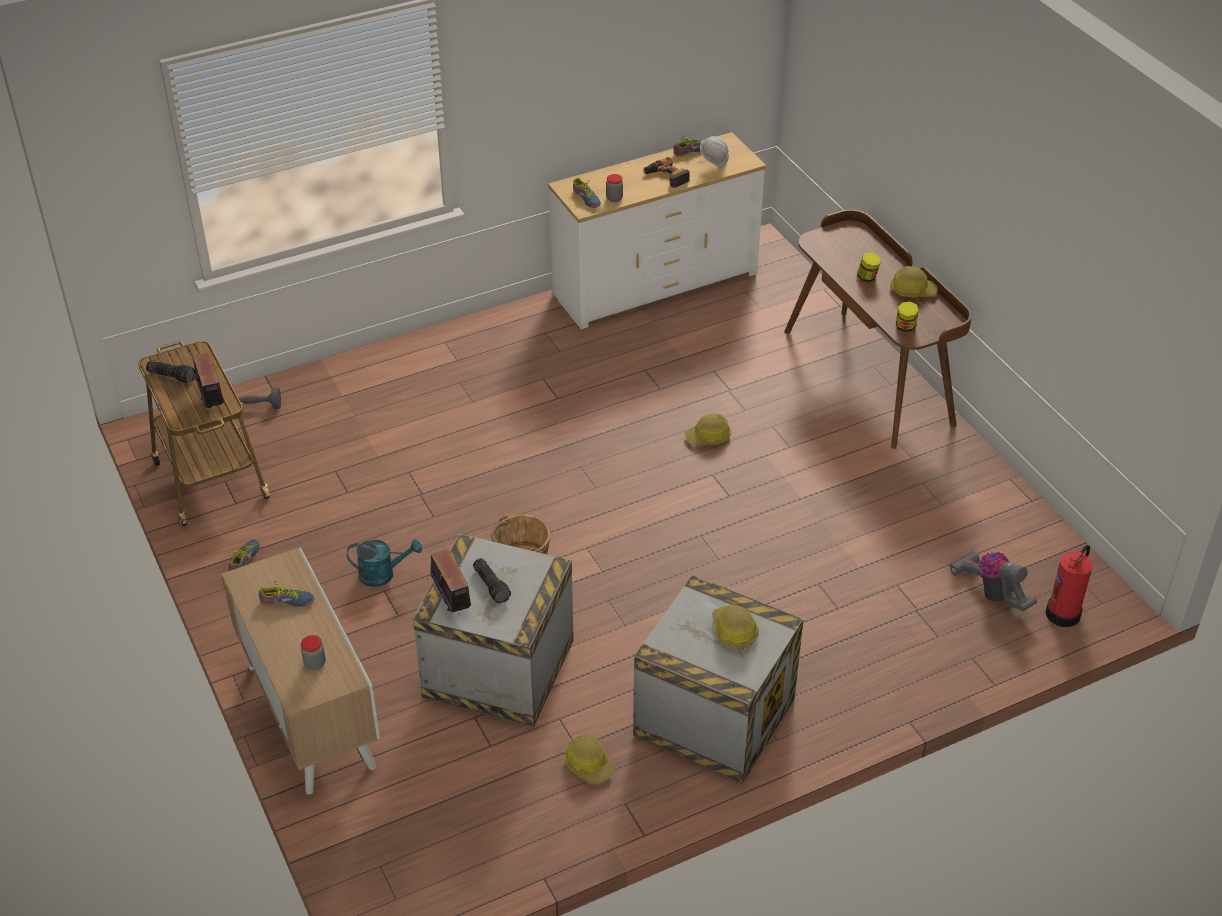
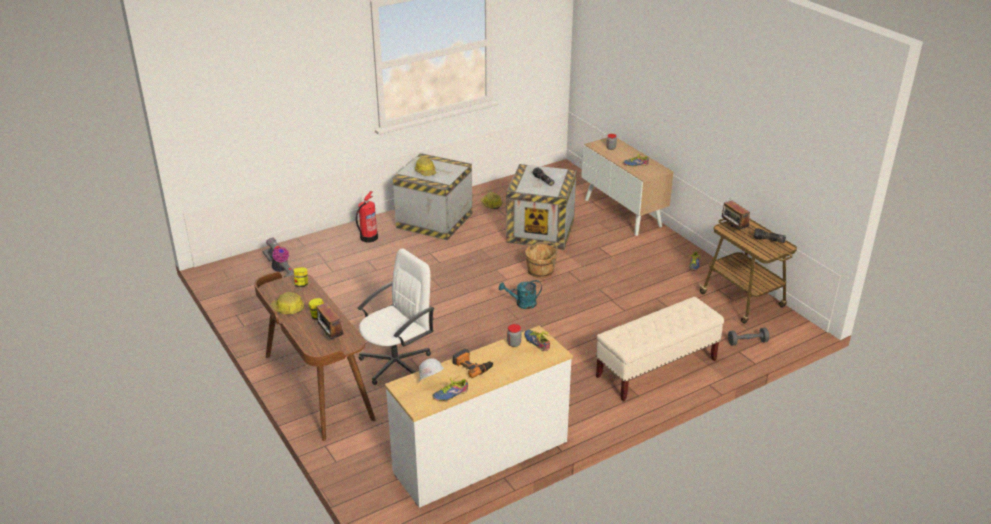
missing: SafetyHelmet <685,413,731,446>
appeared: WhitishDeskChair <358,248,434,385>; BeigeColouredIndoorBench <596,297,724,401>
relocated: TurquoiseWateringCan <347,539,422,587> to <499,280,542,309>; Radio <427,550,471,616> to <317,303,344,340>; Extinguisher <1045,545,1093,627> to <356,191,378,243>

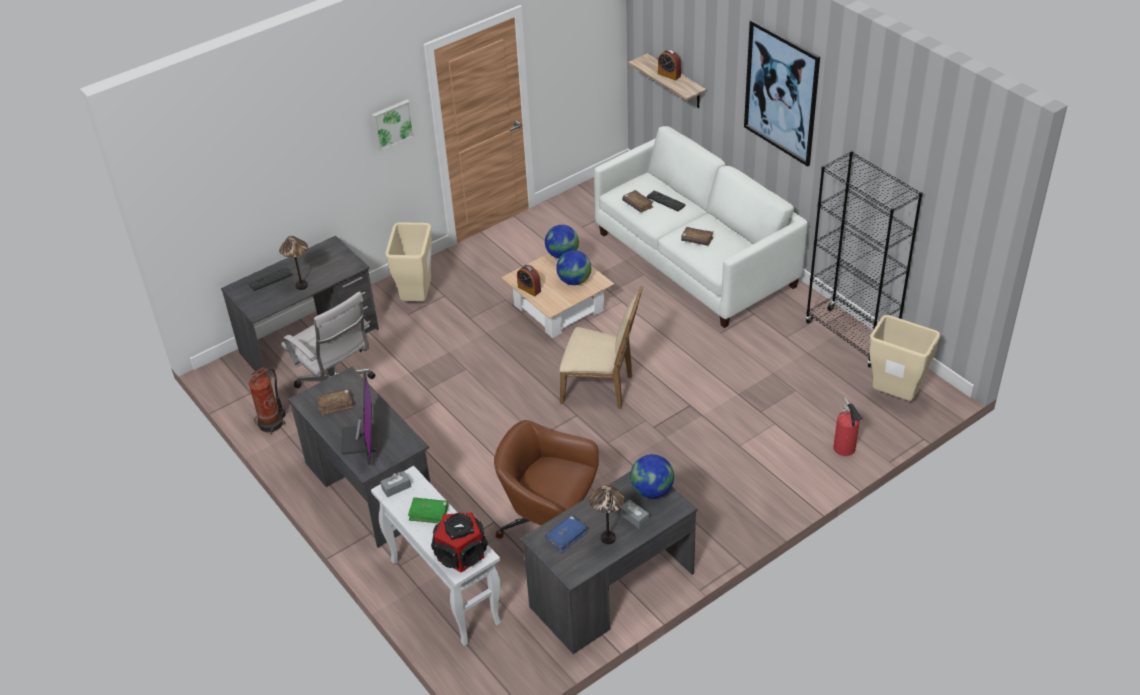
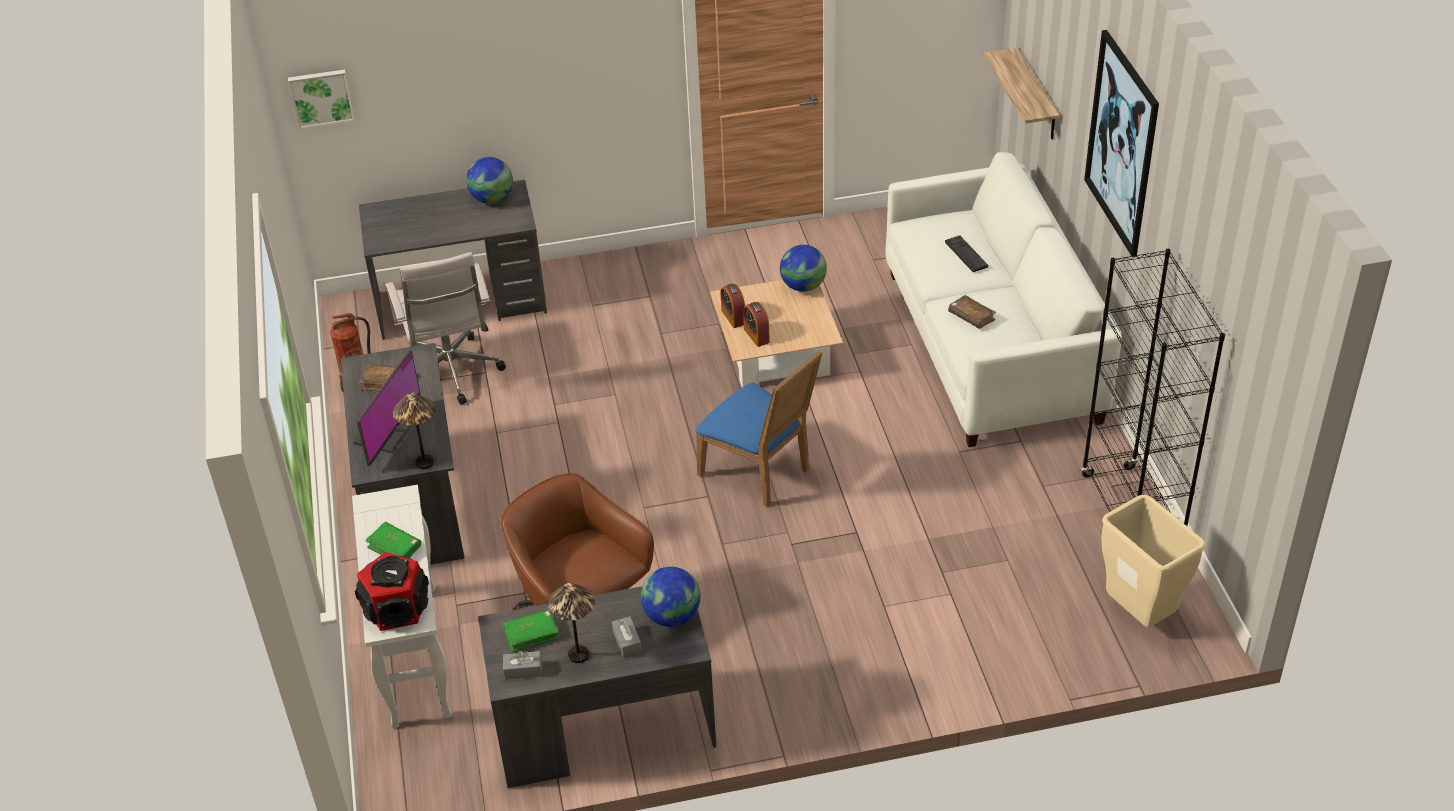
missing: PcKeyboard <248,267,293,291>; BeigeColouredRubbishBin <385,222,432,301>; BrownishBook <622,190,653,212>; Extinguisher <833,397,863,456>
relocated: TableLamp <279,236,308,290> to <393,392,435,469>; WallPicture <372,100,415,151> to <288,70,355,129>; GreyishBoxOfTissues <380,471,411,497> to <503,651,542,680>; WorldGlobe <556,250,591,285> to <466,157,513,204>; TableClock <658,50,681,81> to <743,302,770,347>
colour: BlueColouredBook <545,515,588,553> to GreenColouredBook <503,609,559,653>; BeigeColouredChair <559,286,643,409> to BlueColouredChair <696,350,822,507>

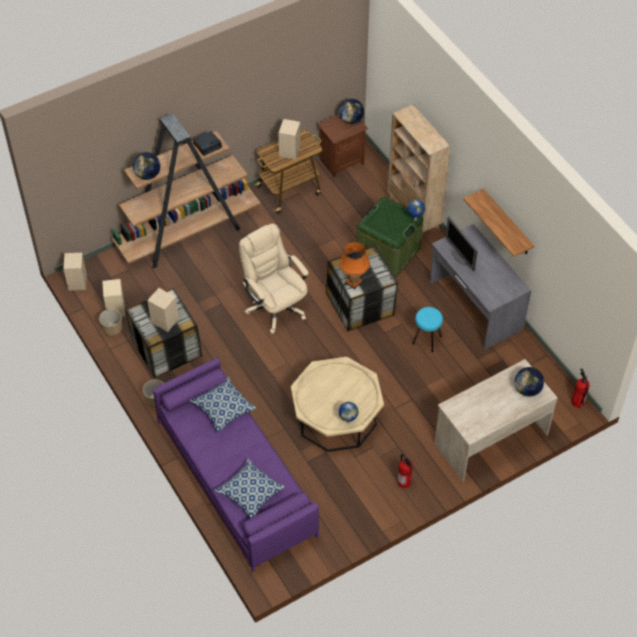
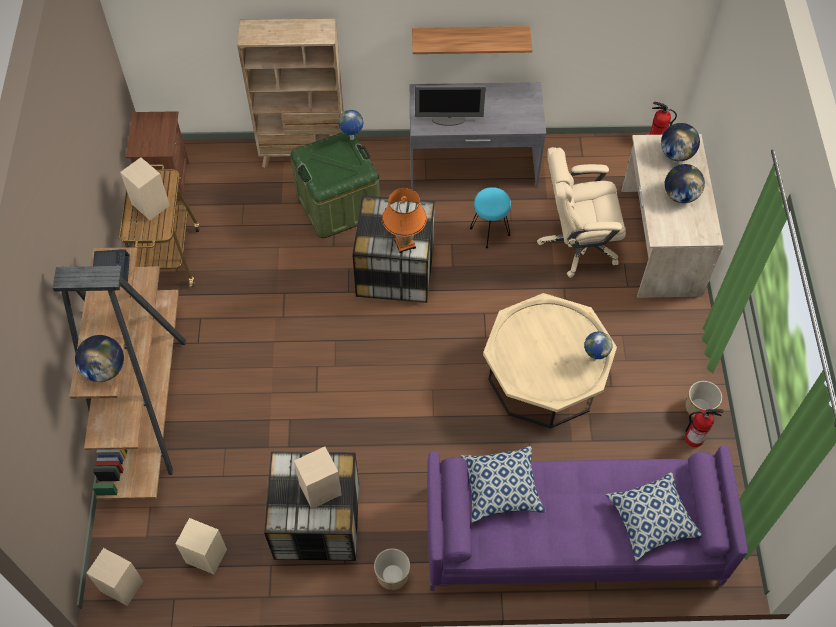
relocated: PlantPot <99,309,122,336> to <685,381,722,418>; BeigeColouredDeskChair <239,223,309,334> to <537,147,626,278>; WorldGlobe <339,99,364,124> to <665,164,705,203>; Extinguisher <397,454,413,488> to <683,409,724,447>

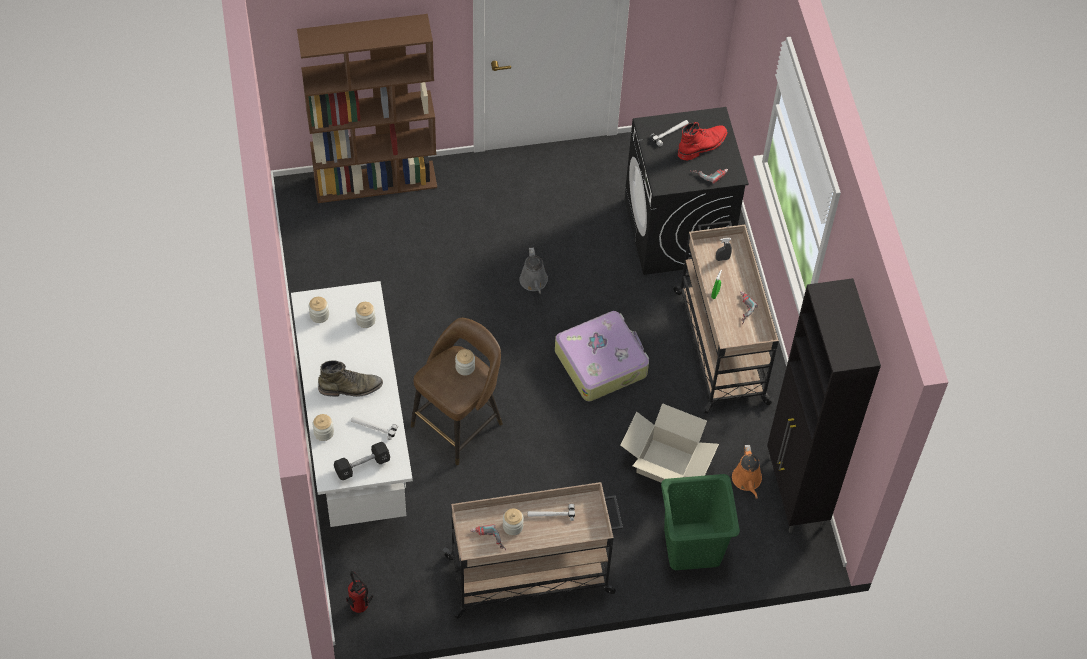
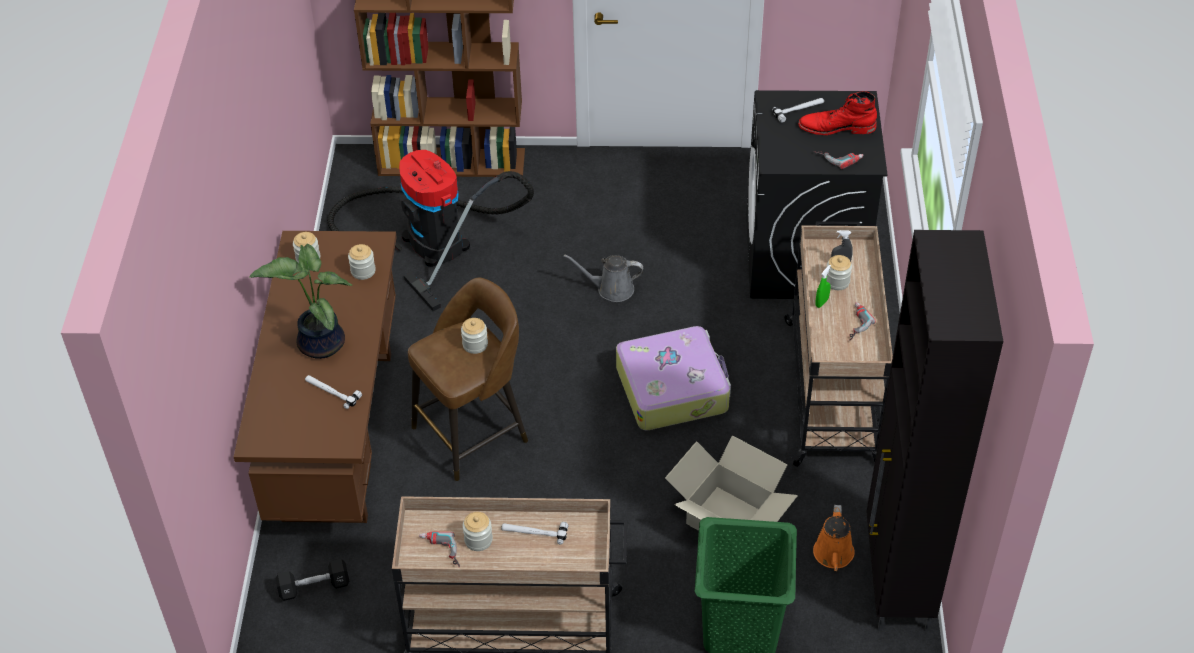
missing: Extinguisher <346,571,373,613>
appeared: Hoover <327,150,534,311>
relocated: Jar <313,414,334,441> to <826,255,852,290>; BlackishFreeWeight <334,442,390,480> to <276,559,349,601>
exchanged: GreenColouredTallBoot <318,360,383,397> to PottedPlant <249,244,352,359>
colour: WhitishDeskTable <291,281,413,527> to BrownishDeskTable <234,231,397,523>
spun: GreyishWateringCan <519,247,548,294> = <564,254,643,302> 90 degrees clockwise; RedColouredTallBoot <678,122,727,160> = <798,91,877,135> 150 degrees counterclockwise

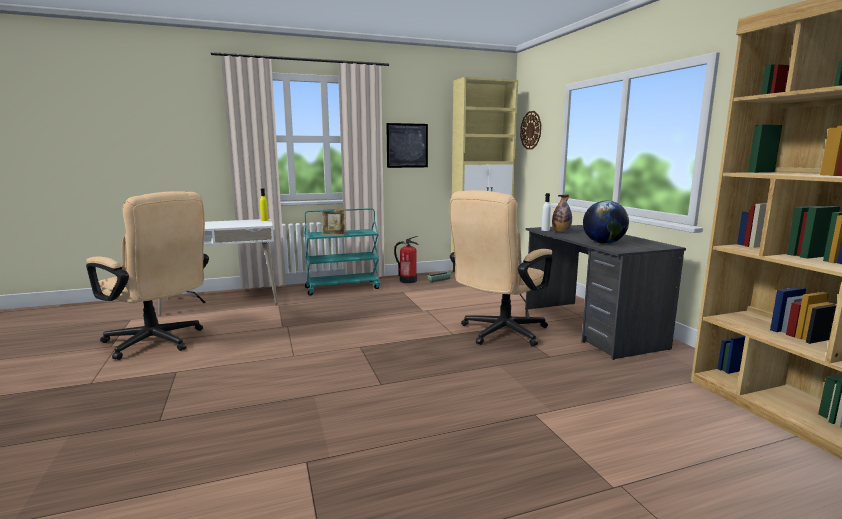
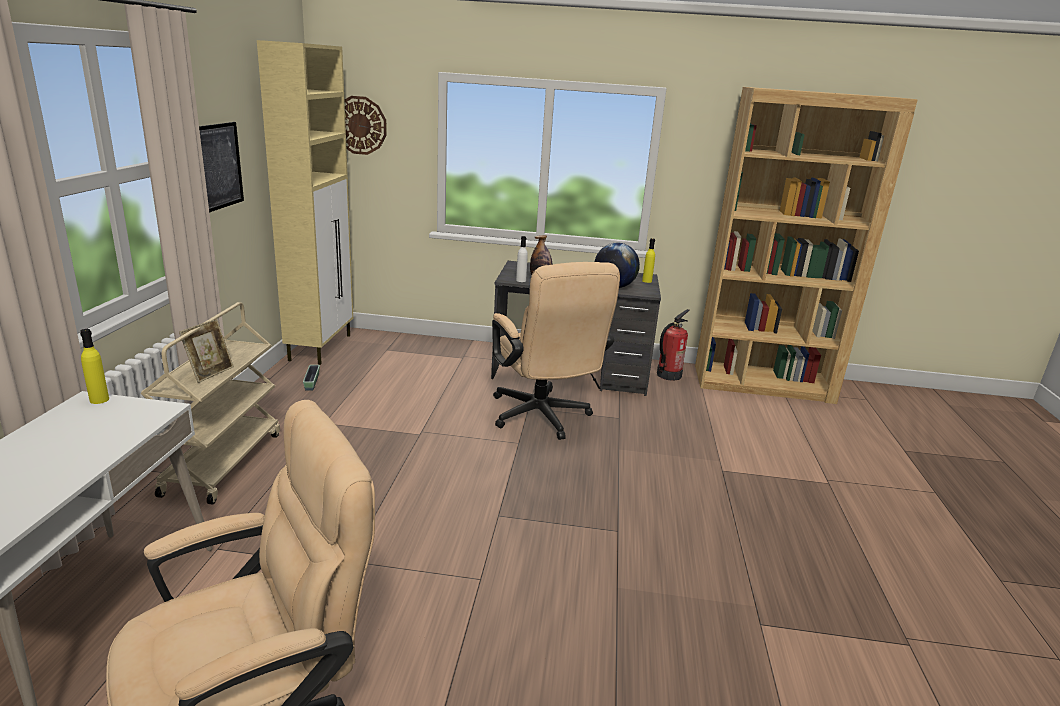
appeared: YellowColouredBottle <642,238,655,283>
relocated: Extinguisher <394,236,418,283> to <657,309,689,381>
colour: TurquoiseCart <304,208,380,295> to BeigeColouredCart <140,302,280,504>

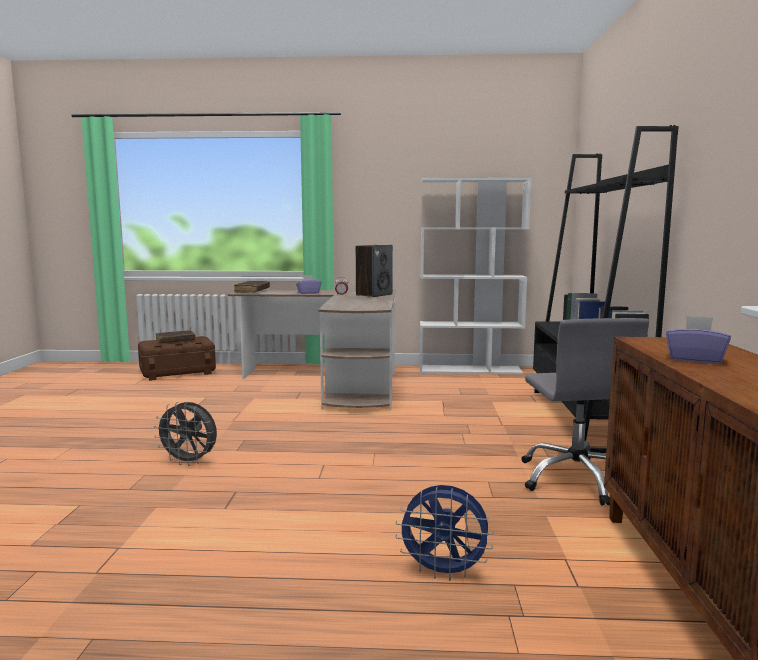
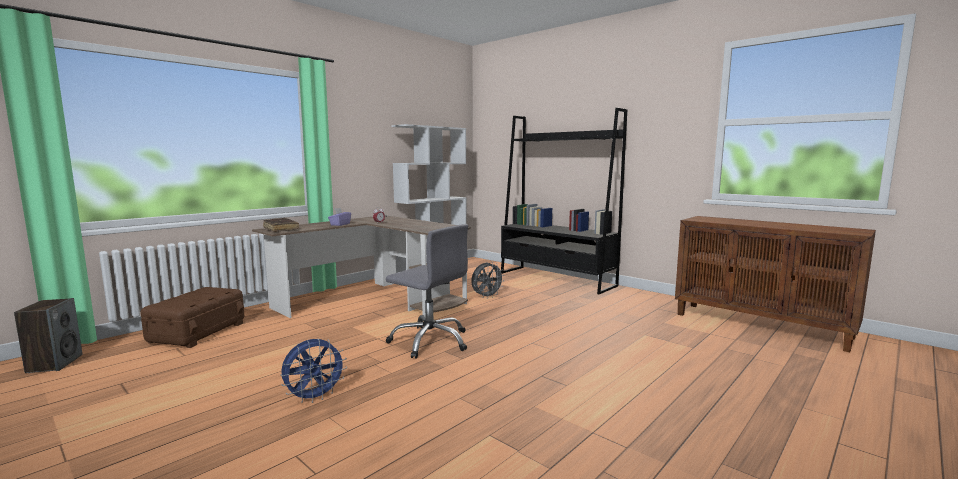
missing: BrownishBook <155,330,195,344>; PurpleColouredBoxOfTissues <666,316,731,364>
relocated: GreyishFan <154,402,217,466> to <472,262,505,299>; Loudspeaker <356,245,393,297> to <14,298,82,373>; BlueColouredFan <395,485,493,581> to <280,339,347,403>; GreyishDeskChair <521,318,649,506> to <386,224,468,359>

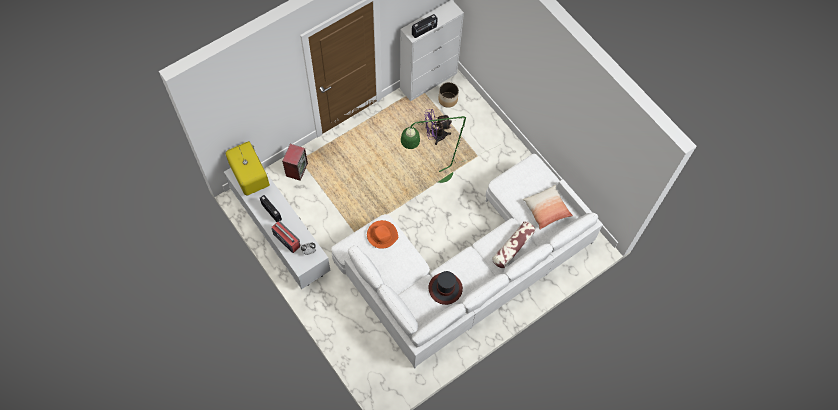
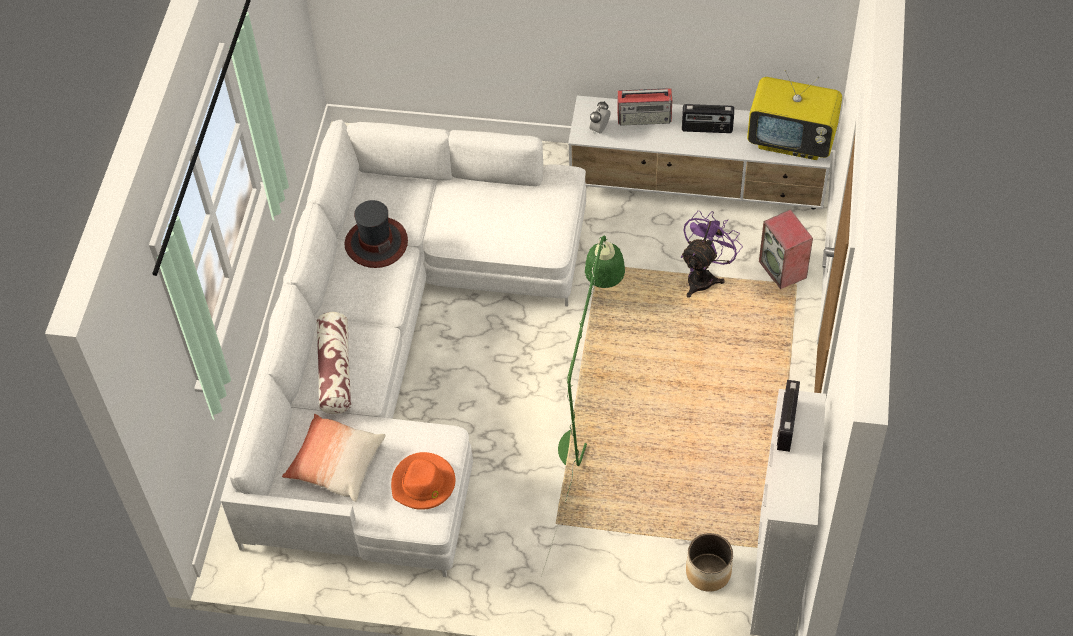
relocated: OrangeWearableHat <367,220,398,249> to <391,452,455,510>; PurpleColouredFan <424,109,452,145> to <681,211,743,298>

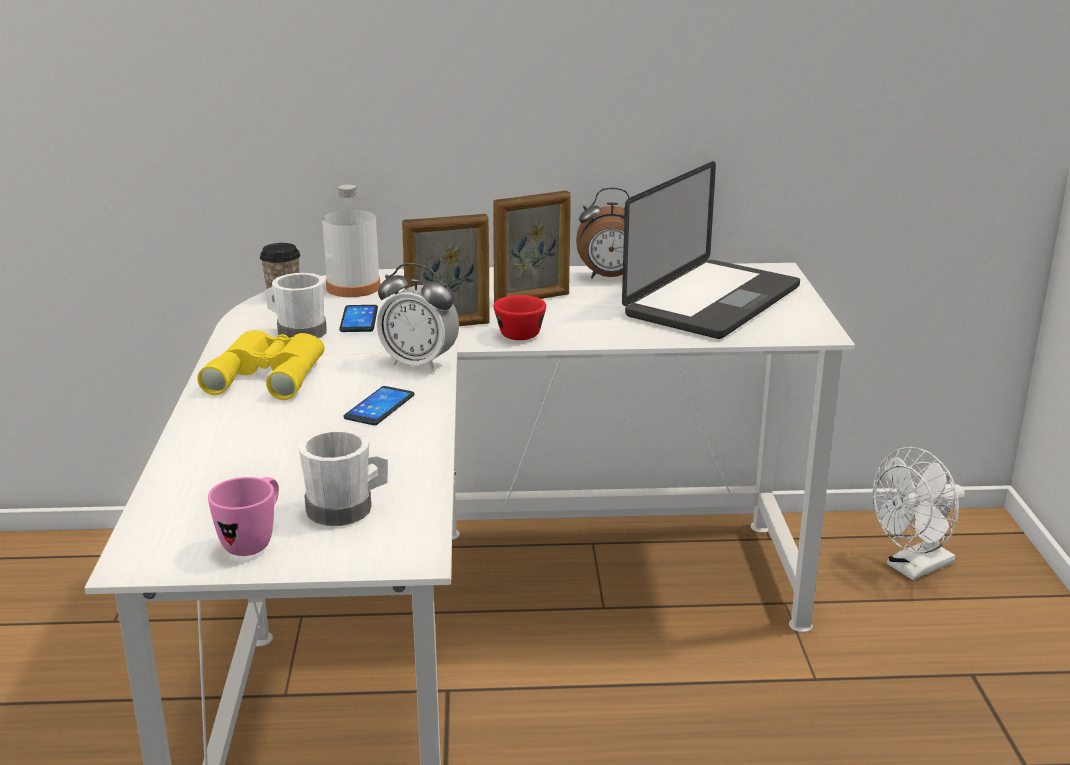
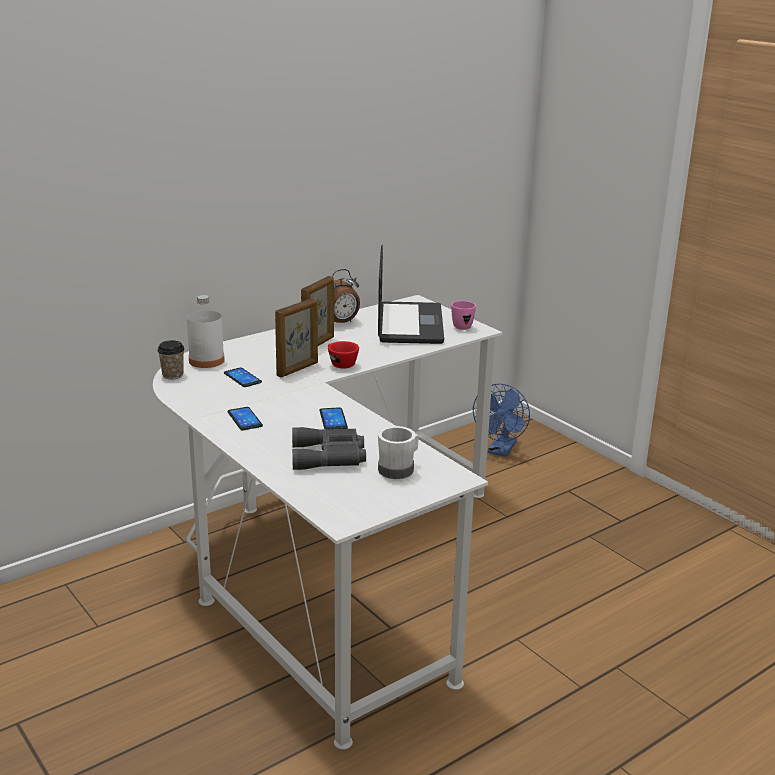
missing: WhitishMug <265,273,327,338>; TableClock <377,263,459,372>
appeared: GreyishBinoculars <292,427,366,470>
relocated: PinkishMug <208,477,279,556> to <451,301,476,330>
exchanged: YellowColouredBinoculars <197,330,325,400> to Handset <228,407,263,430>
colour: WhitishFan <873,447,965,580> to BlueColouredFan <473,384,530,457>

